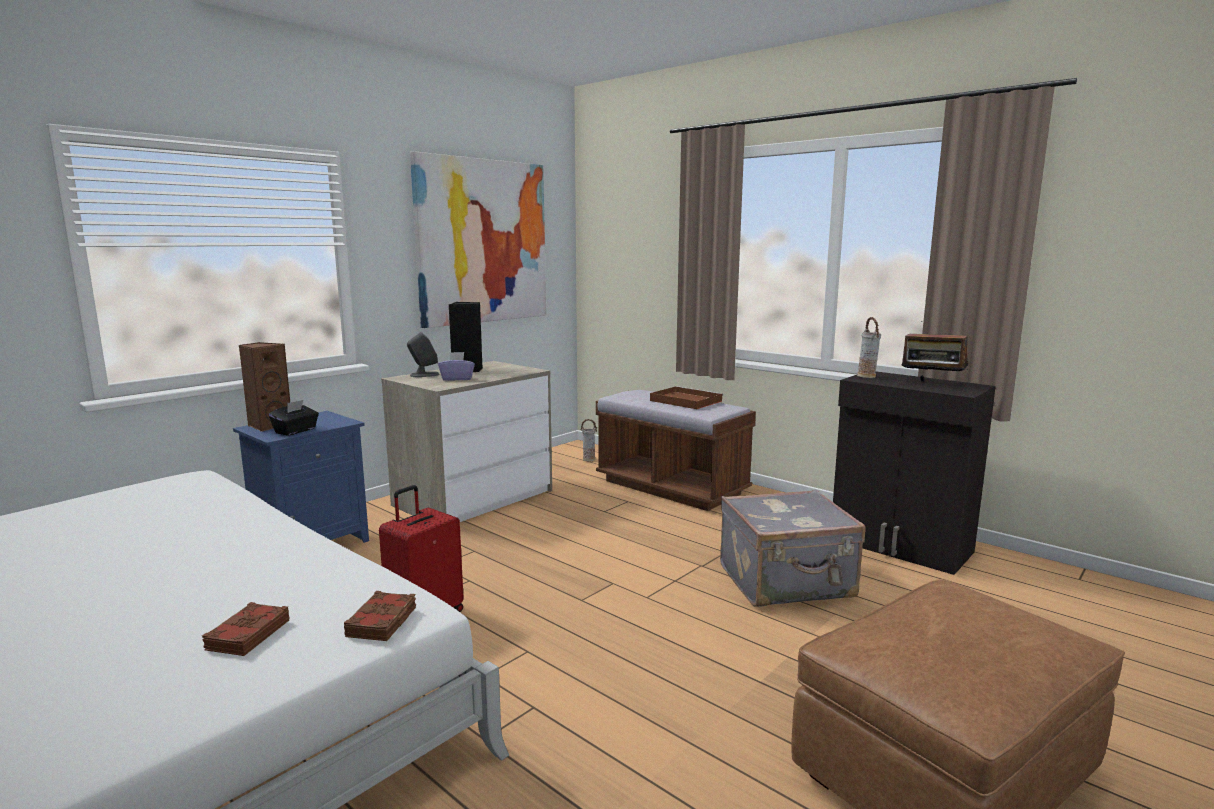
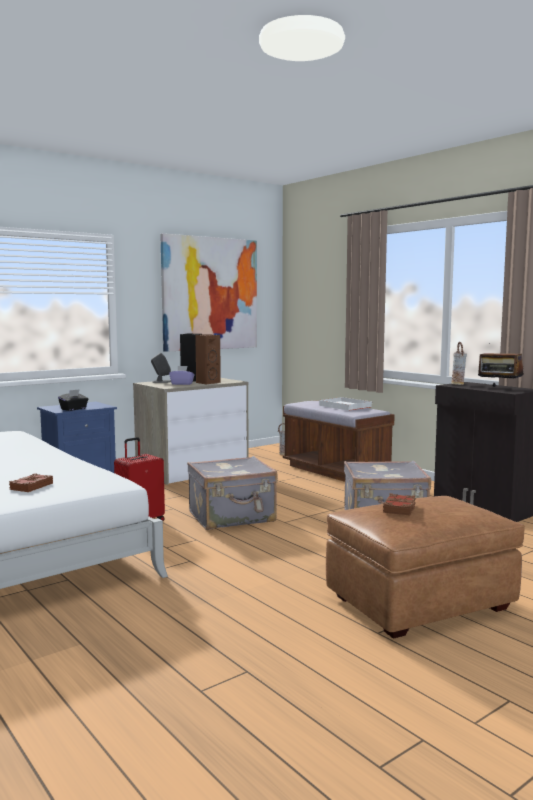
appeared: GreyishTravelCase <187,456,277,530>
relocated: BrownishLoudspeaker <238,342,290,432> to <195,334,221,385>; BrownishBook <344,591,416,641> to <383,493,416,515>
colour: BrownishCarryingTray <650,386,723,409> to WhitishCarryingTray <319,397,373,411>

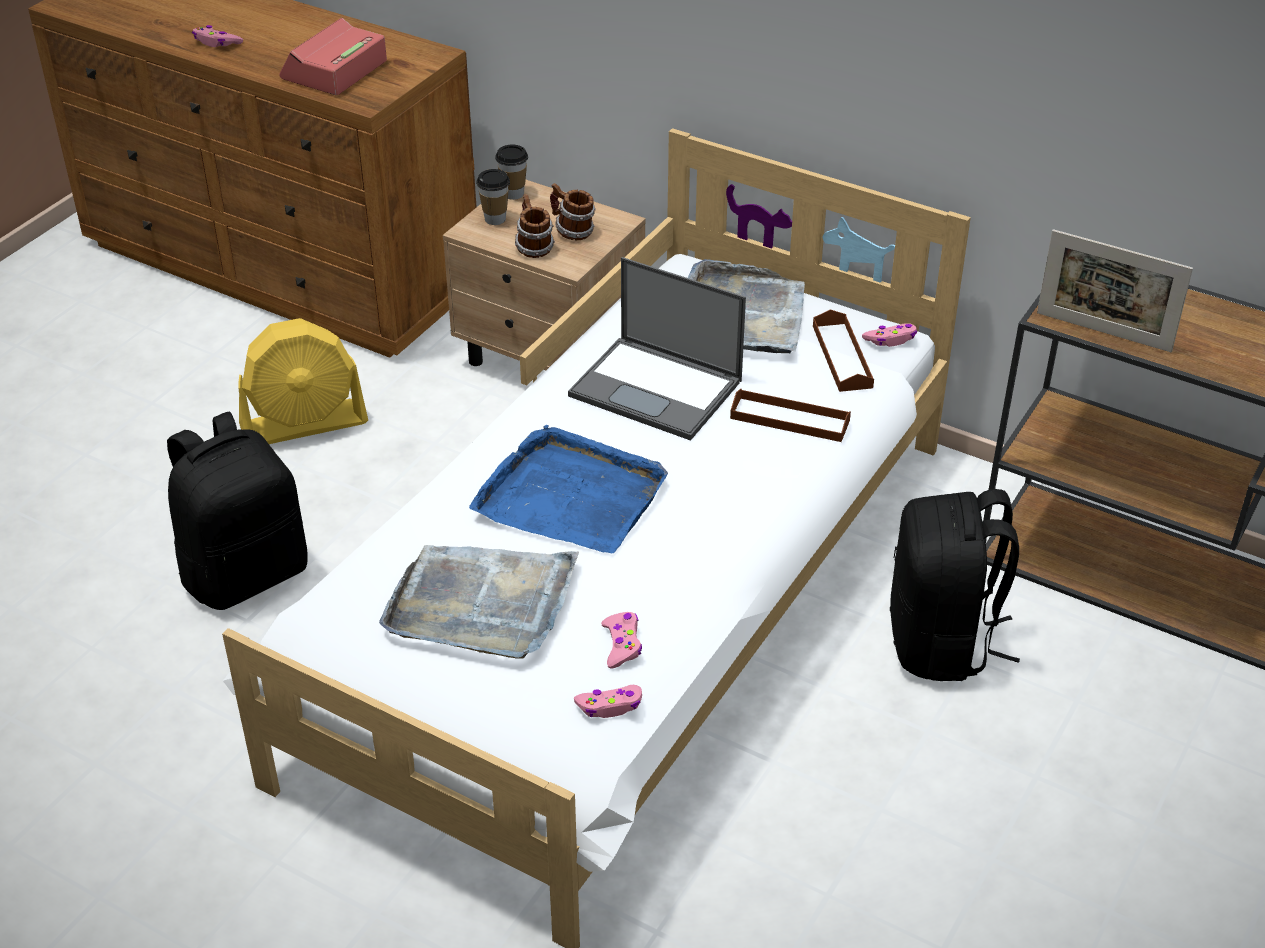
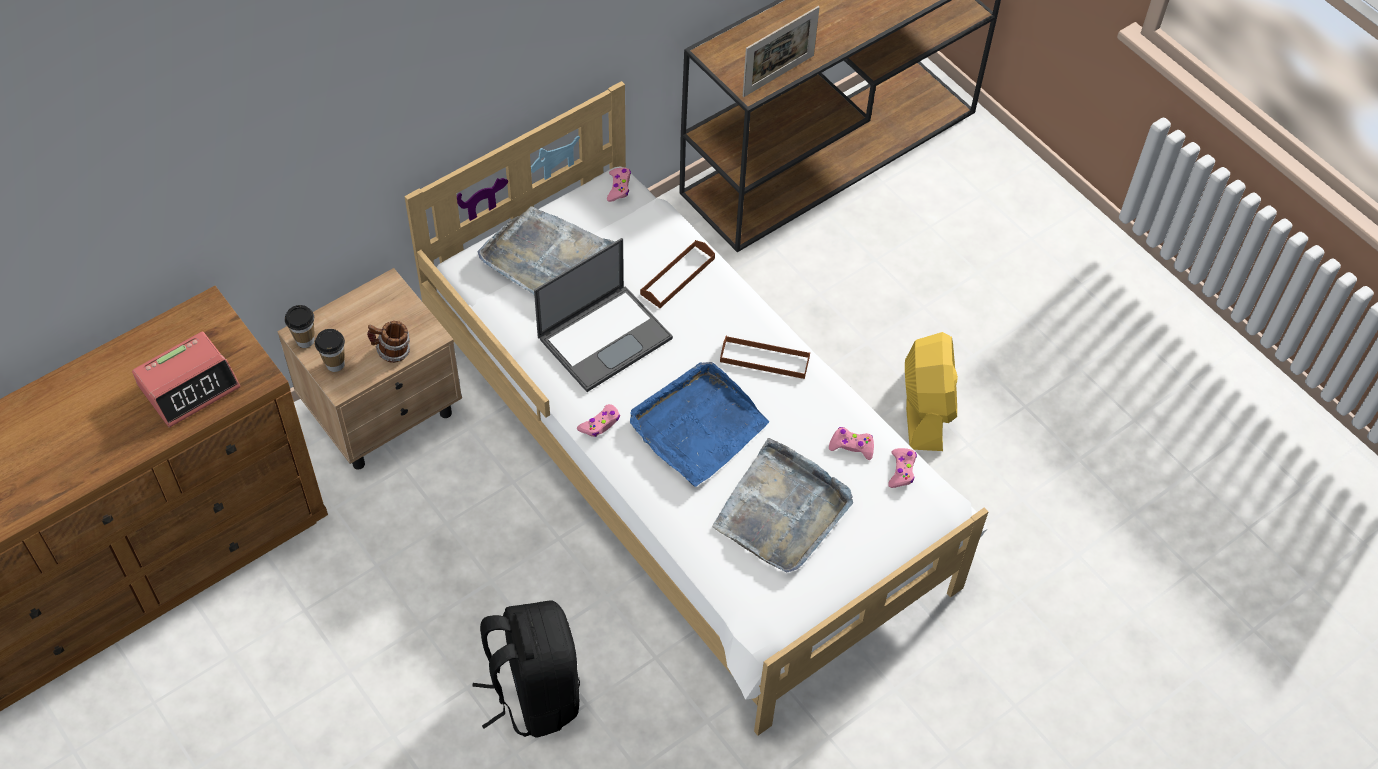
missing: Mug <550,183,596,240>; BlackishRucksack <890,489,1020,681>
relocated: PinkishJoypad <192,25,243,47> to <577,404,620,437>; YellowColouredFan <238,318,368,444> to <905,332,958,451>; BrownishCarryingTray <813,309,874,392> to <720,336,810,379>
spun: TableClock <279,18,387,95> = <132,332,240,428> 90 degrees counterclockwise

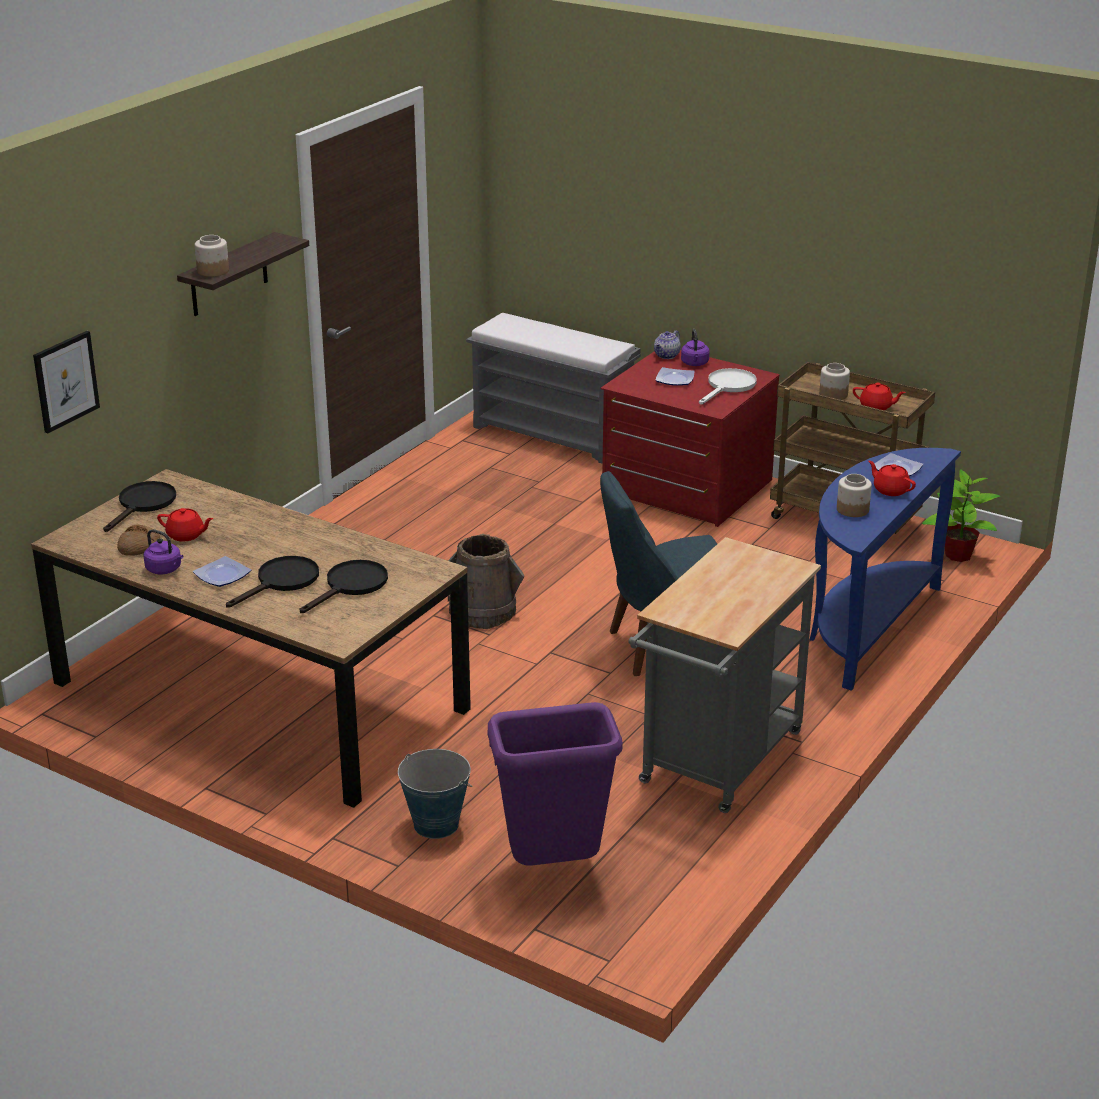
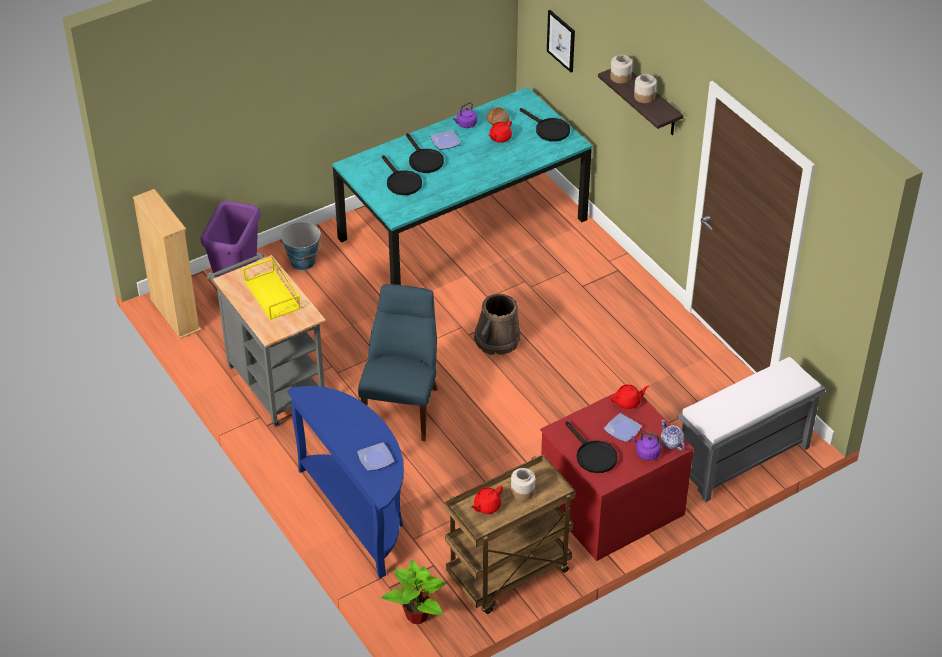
appeared: BeigeColouredBookshelf <133,189,201,339>; YellowColouredCarryingTray <243,257,301,320>
relocated: Jar <837,474,872,517> to <634,74,657,103>; RedColouredTeaPot <868,461,916,496> to <610,384,649,409>
colour: BrownishDinnerTable <31,469,471,808> to TurquoiseDinnerTable <332,87,592,285>; WhitishFryingPan <699,368,757,405> to BlackishFryingPan <565,421,618,473>

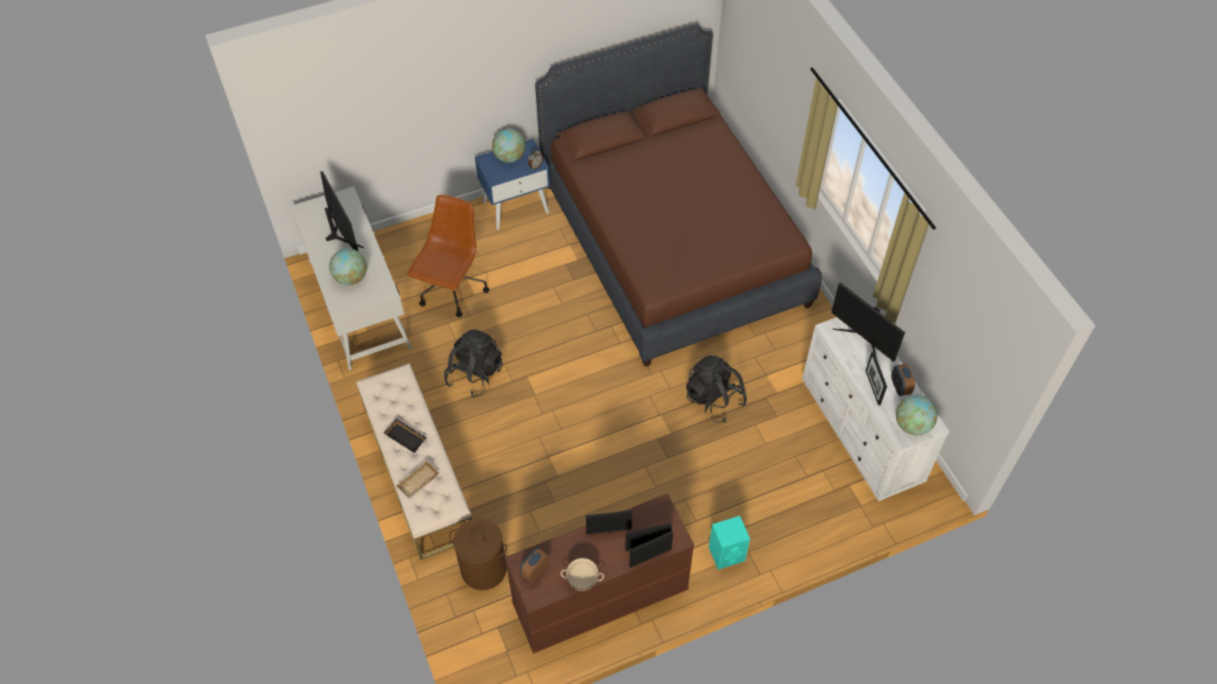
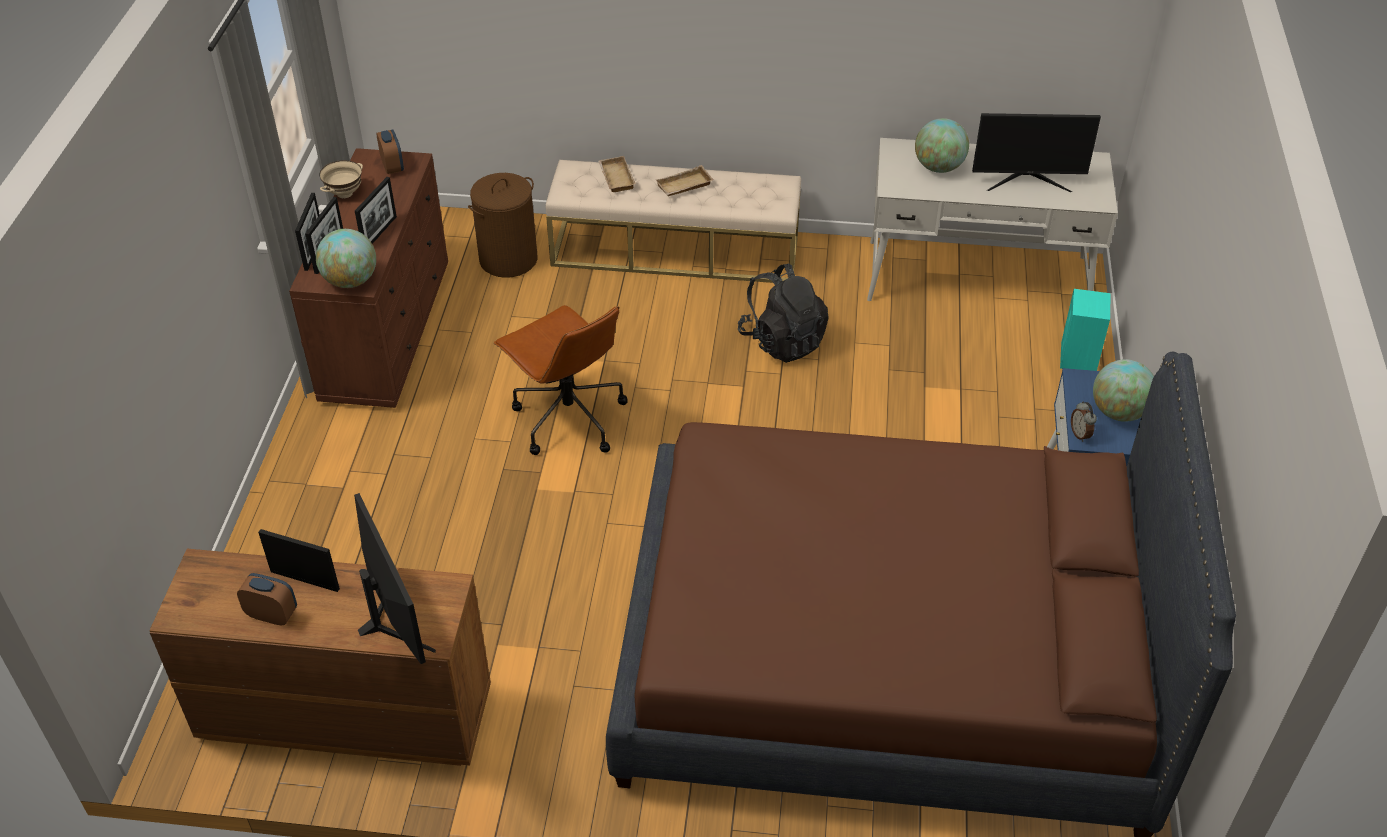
missing: BlackishRucksack <686,355,747,423>
relocated: BrownishDeskChair <407,195,489,317> to <494,305,628,455>; TurquoiseLoudspeaker <709,516,750,570> to <1060,289,1111,371>; WorldGlobe <896,395,938,435> to <316,229,376,288>
colour: BlackishCarryingTray <384,419,427,453> to BeigeColouredCarryingTray <656,165,713,196>; WhitishDrawerChest <802,317,949,501> to BrownishDrawerChest <149,549,491,766>
spun: Monitor <831,282,905,362> = <354,493,436,664> 75 degrees clockwise

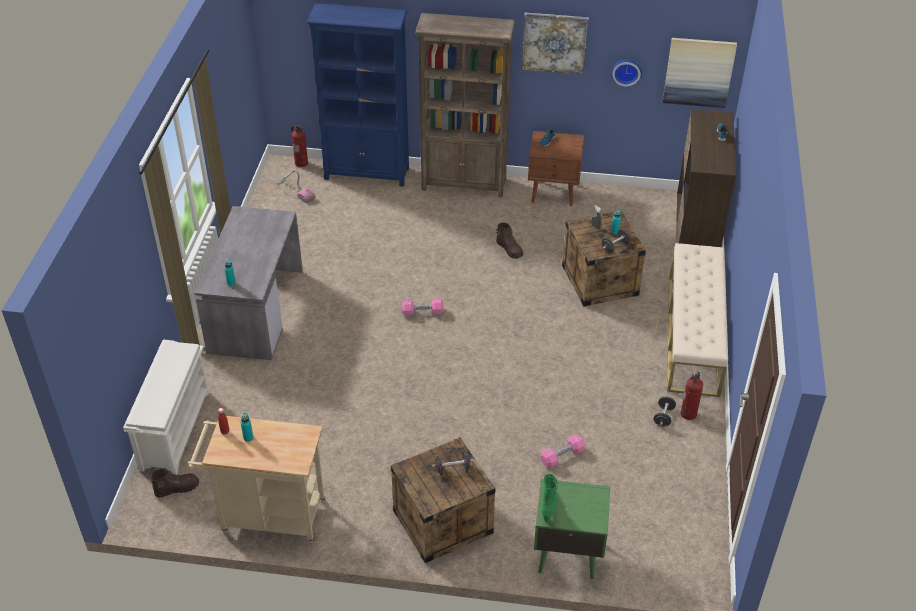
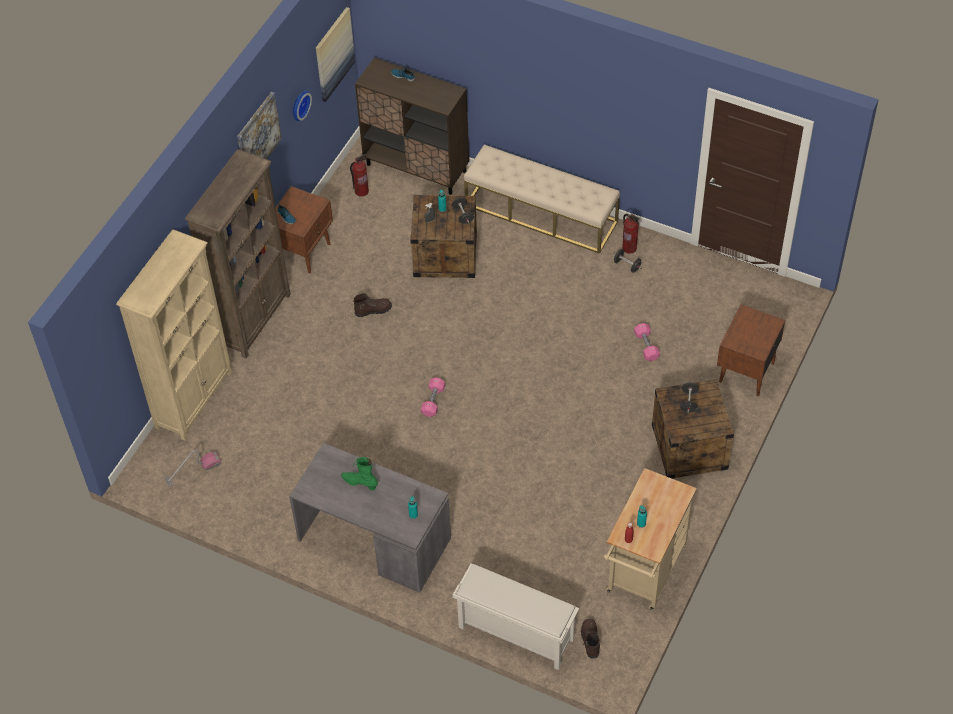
relocated: Extinguisher <292,125,308,167> to <350,154,369,197>; GreenColouredTallBoot <541,473,558,522> to <341,457,378,490>
colour: BlueColouredBookshelf <307,3,409,187> to BeigeColouredBookshelf <116,229,233,441>; GreenColouredNightTable <534,479,611,580> to BrownishNightTable <717,304,785,396>

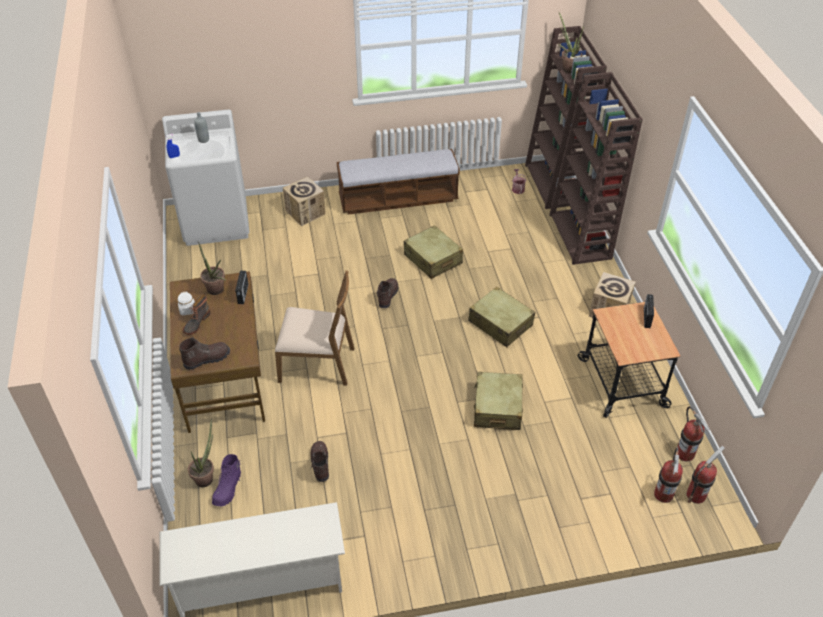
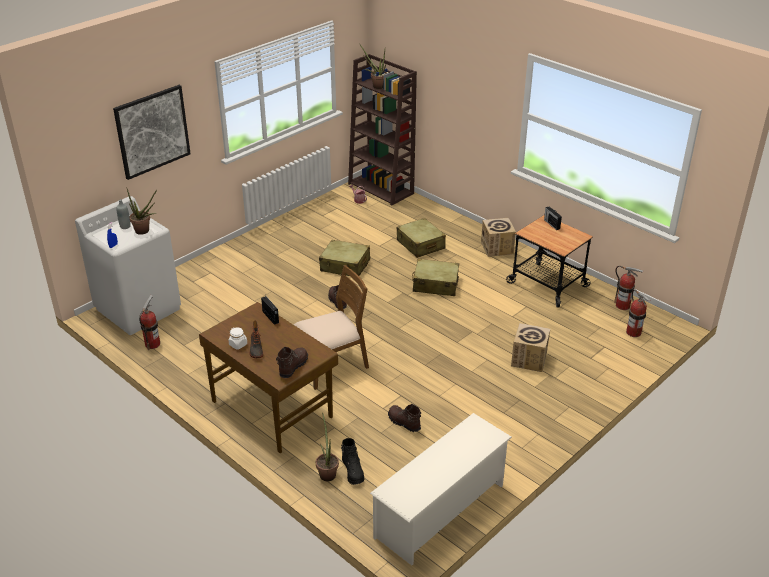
missing: IndoorBench <337,149,460,215>; BrownishBookshelf <549,72,643,265>
appeared: WallPicture <113,85,191,180>
relocated: PottedPlant <198,242,225,295> to <127,189,157,235>; CardboardBox <283,177,326,226> to <511,323,550,372>; BeigeColouredTravelCase <474,372,523,430> to <397,218,446,258>; Extinguisher <687,446,725,504> to <139,295,160,350>
colour: PurpleColouredTallBoot <212,454,241,506> to BlackishTallBoot <341,438,364,485>

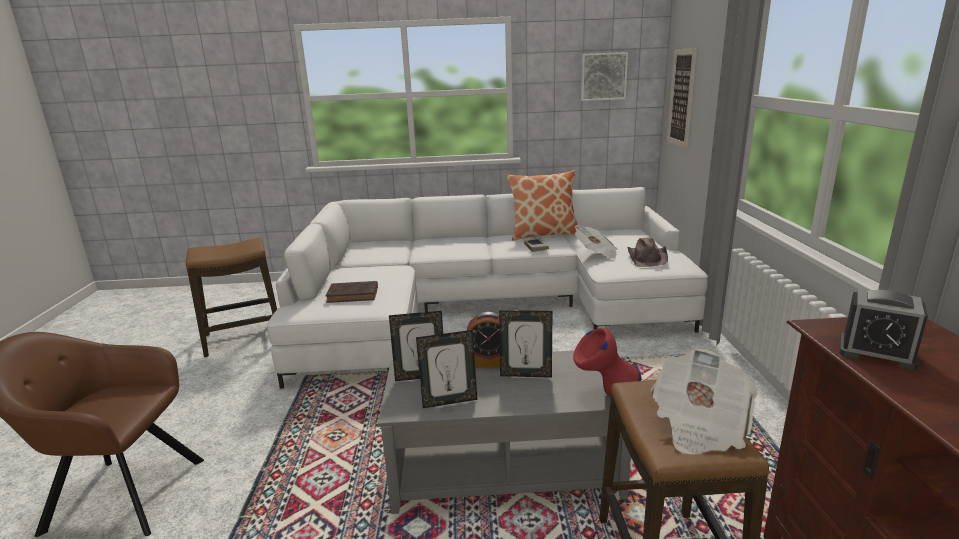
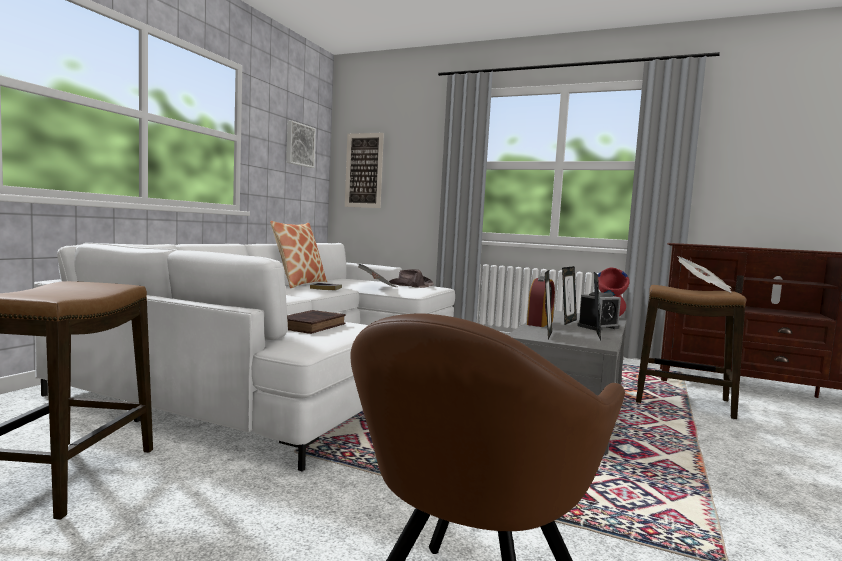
relocated: TableClock <839,288,928,370> to <577,292,621,330>

